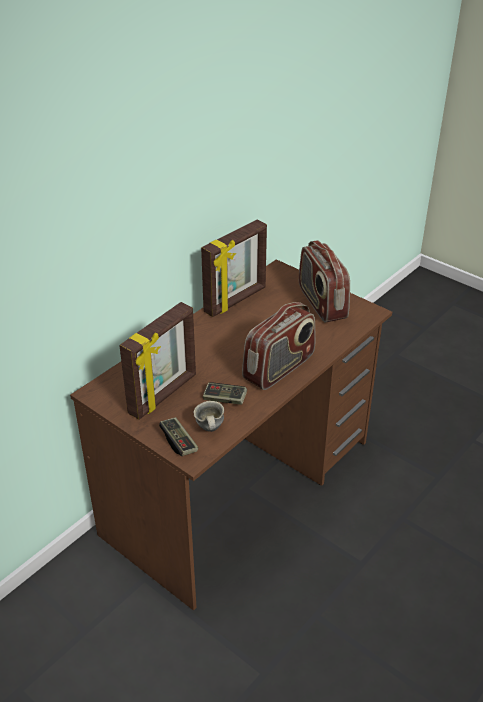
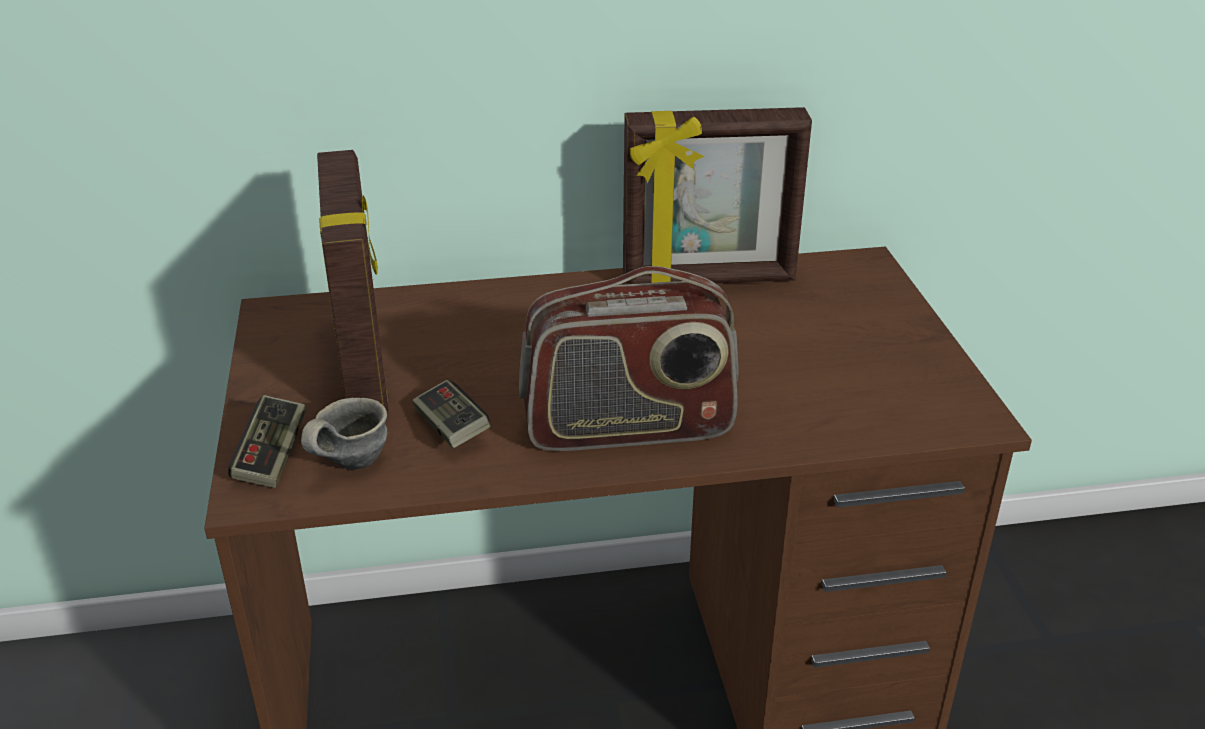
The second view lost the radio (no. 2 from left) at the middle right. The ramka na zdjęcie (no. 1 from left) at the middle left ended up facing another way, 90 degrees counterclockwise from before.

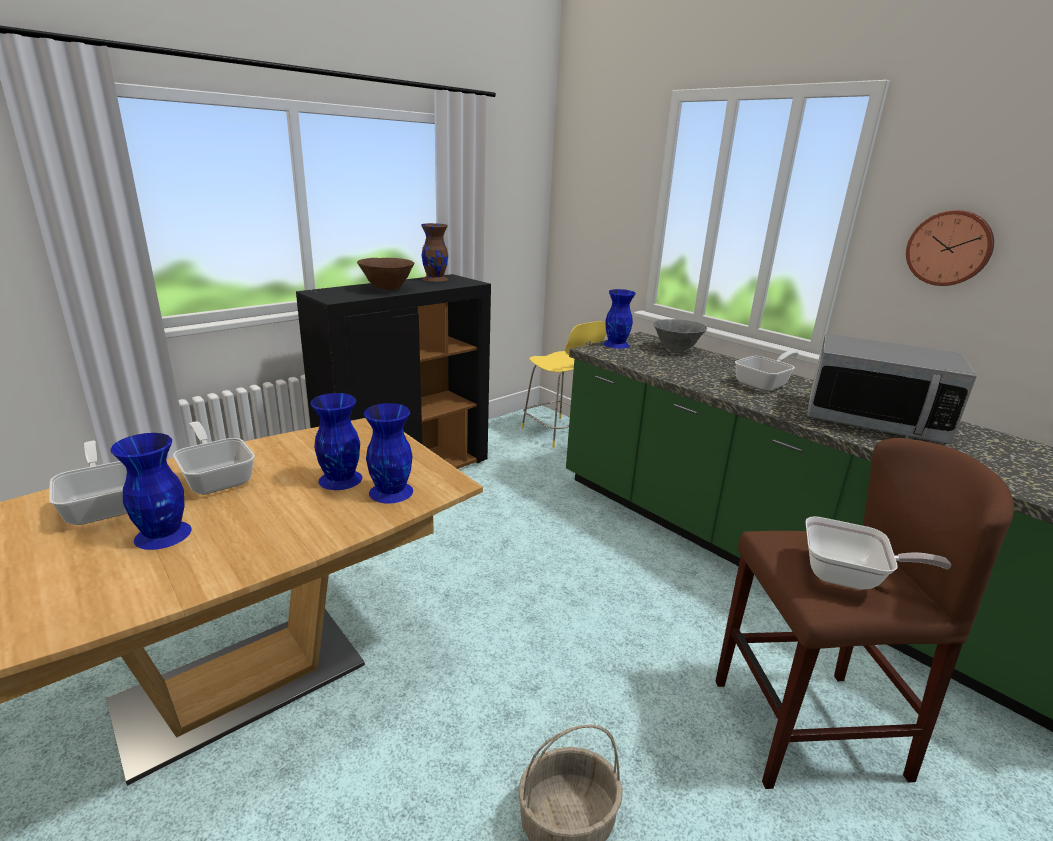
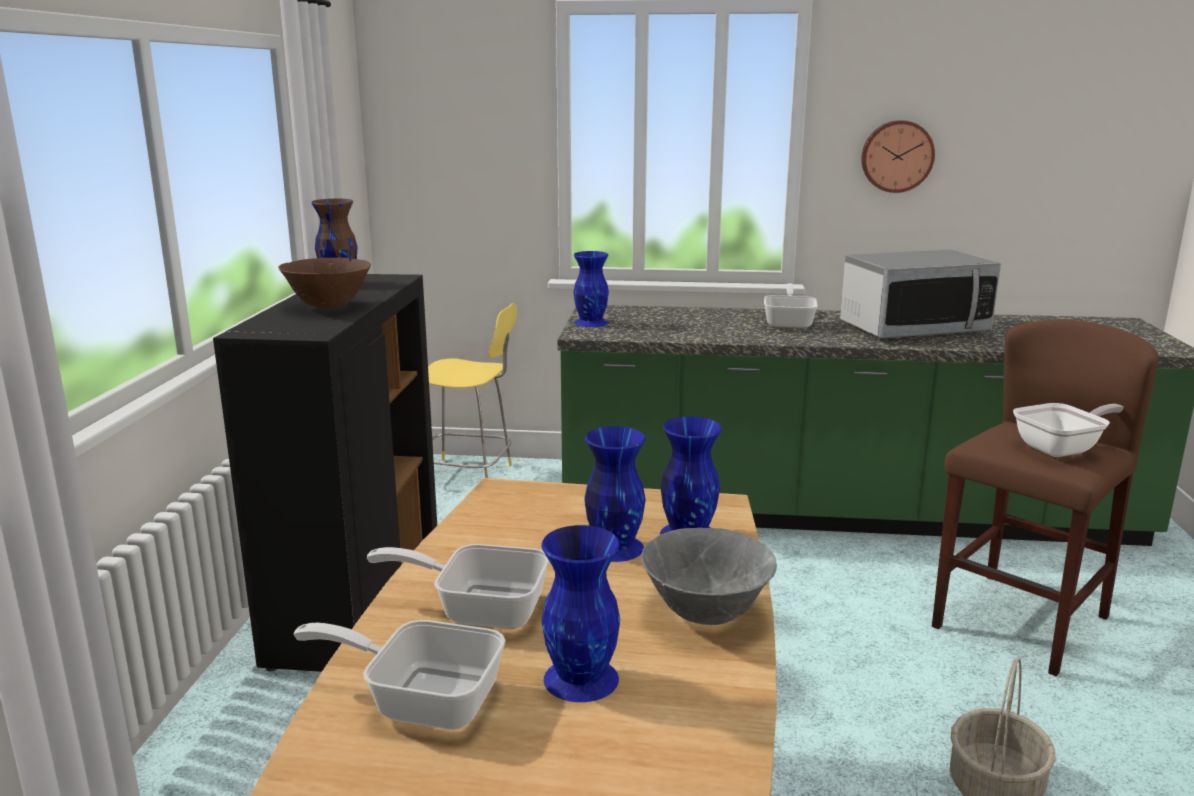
The miska/szary ended up elsewhere, having gone from the centre to the bottom centre.

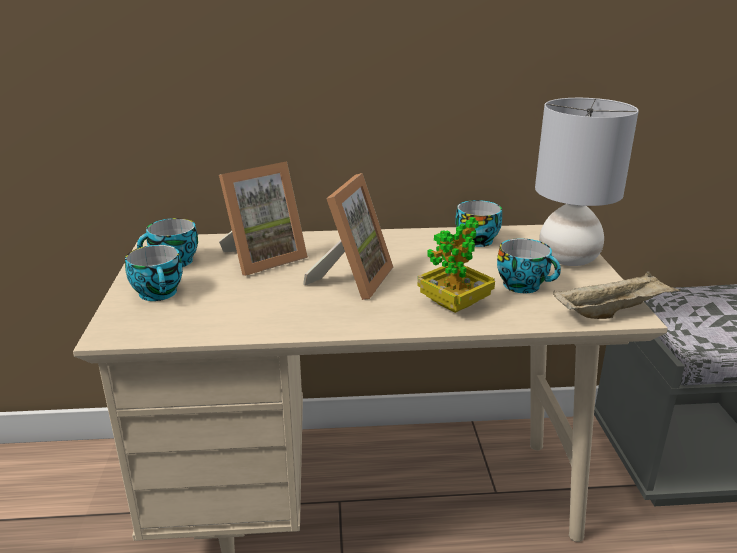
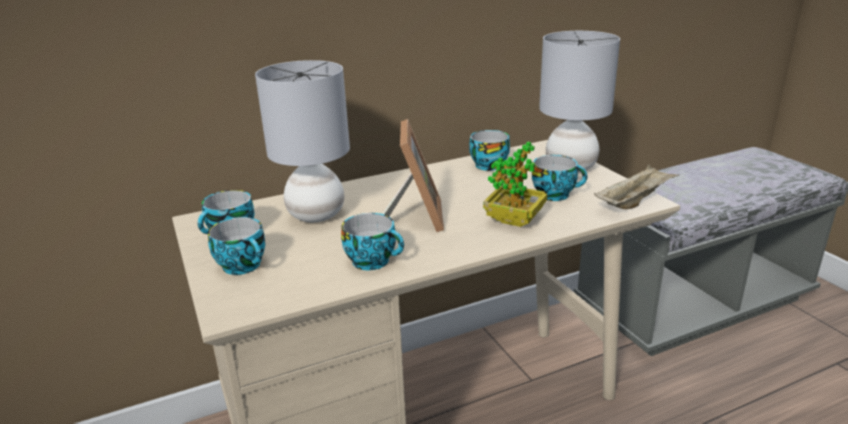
The second view gained the filiżanka (no. 3 from left) at the centre. Where the ramka na zdjęcie (no. 1 from left) stood at the centre, the lampa stołowa/szary (no. 1 from left) came to stand at the top centre.

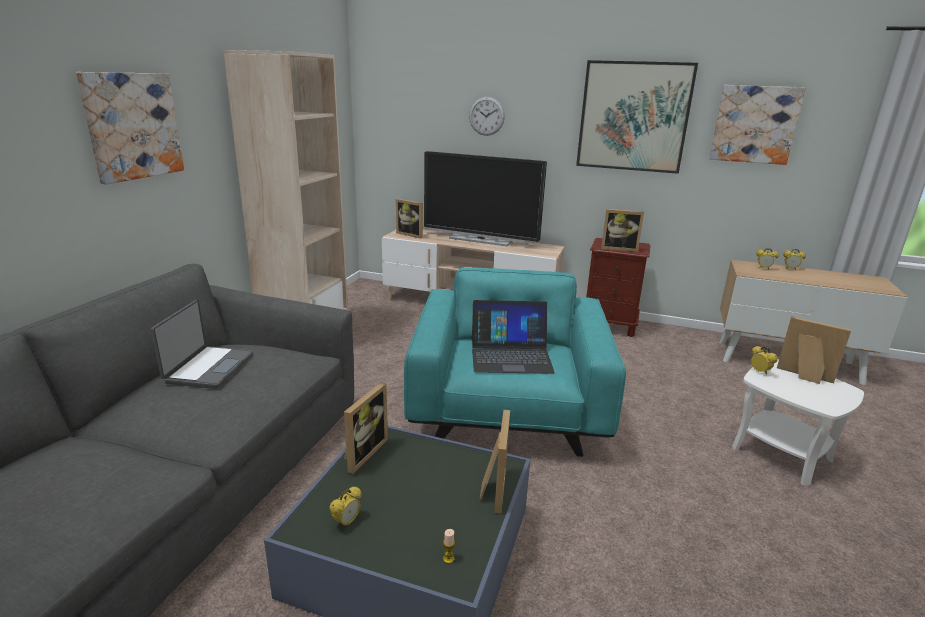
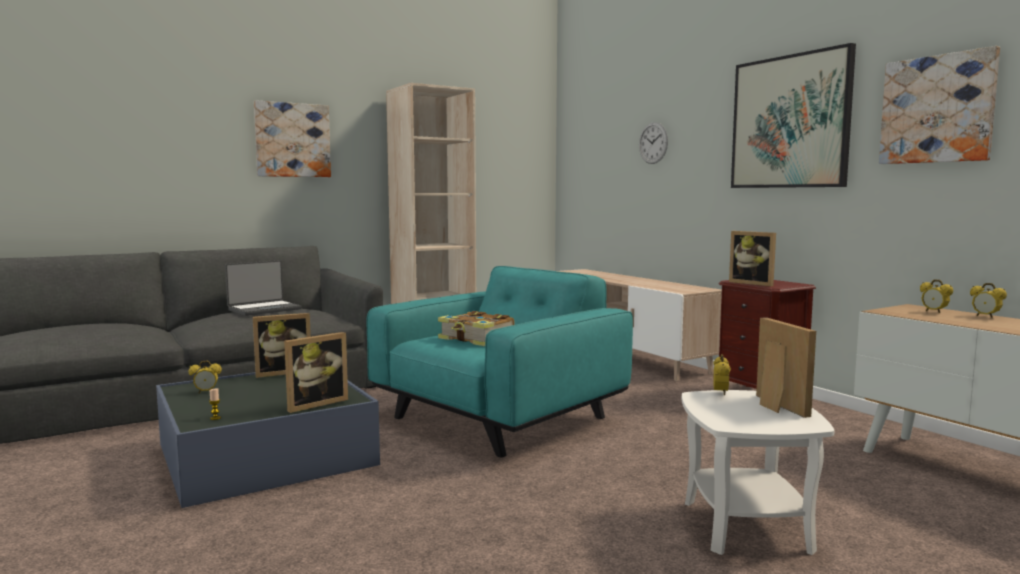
The second view lost the ramka na zdjęcie (no. 2 from left) at the centre. The second view lost the telewizor at the top centre. Where the laptop (no. 2 from left) stood at the centre, the książka came to stand at the centre.

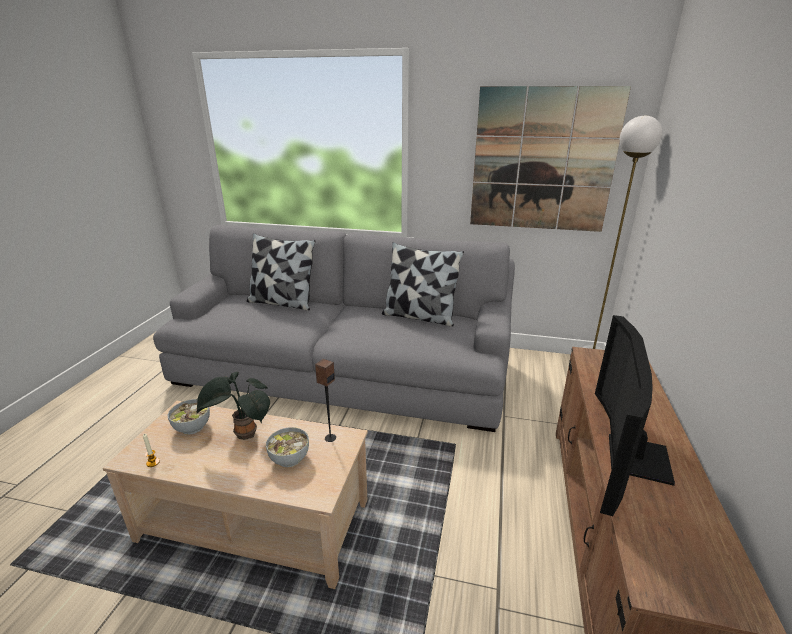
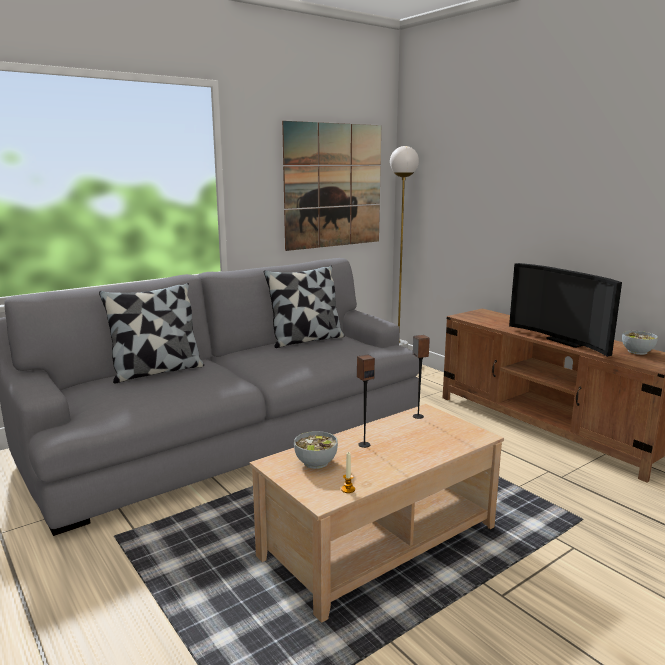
The miska (no. 2 from left) ended up elsewhere, having gone from the bottom centre to the middle right. Where the roślina doniczkowa stood at the middle left, the głośnik (no. 1 from left) came to stand at the centre.

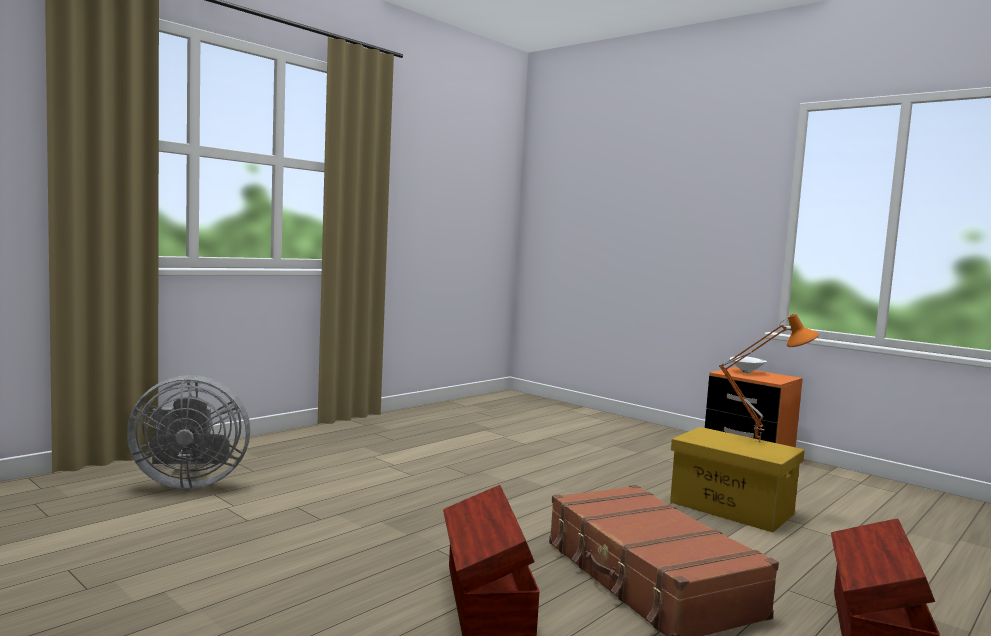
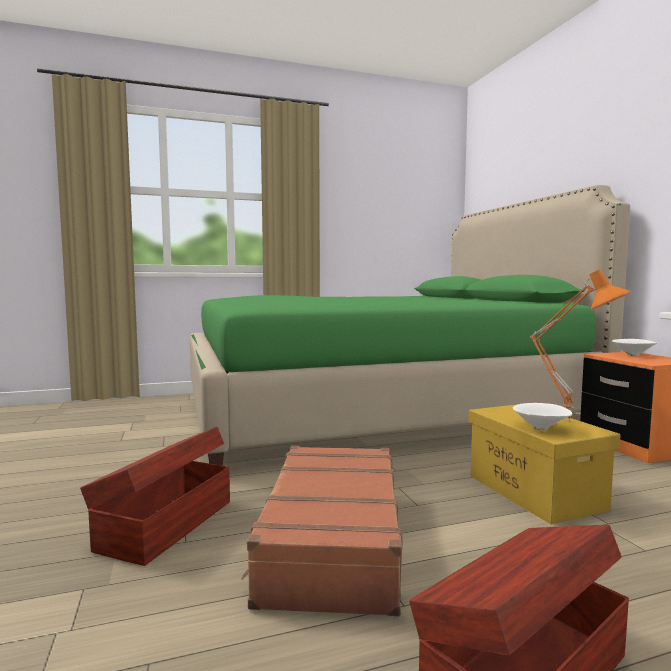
The second view lost the wentylator/szary at the bottom left. The second view gained the łóżko/zielony at the centre. The second view gained the miska/biały (no. 1 from left) at the middle right.

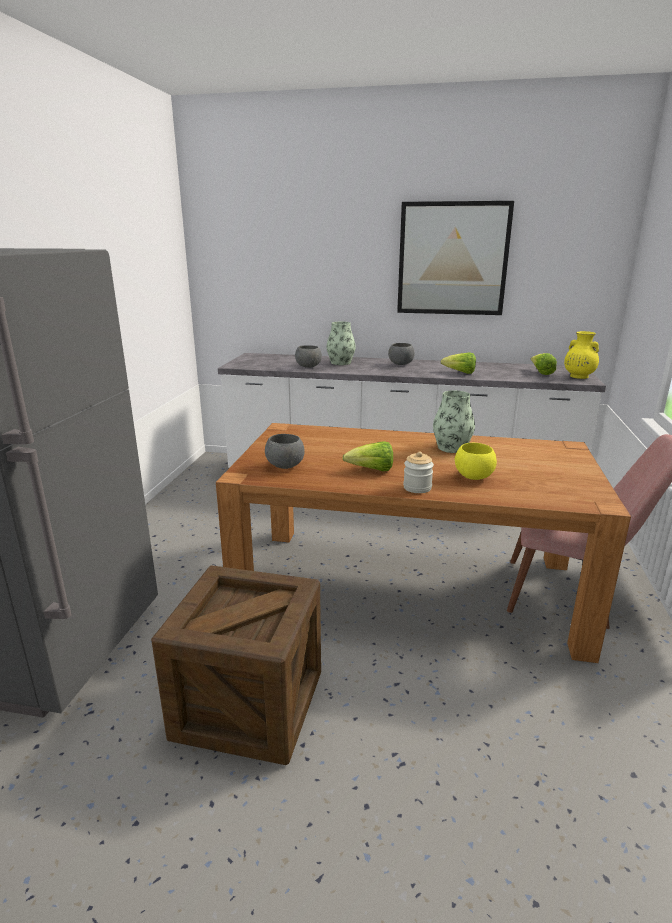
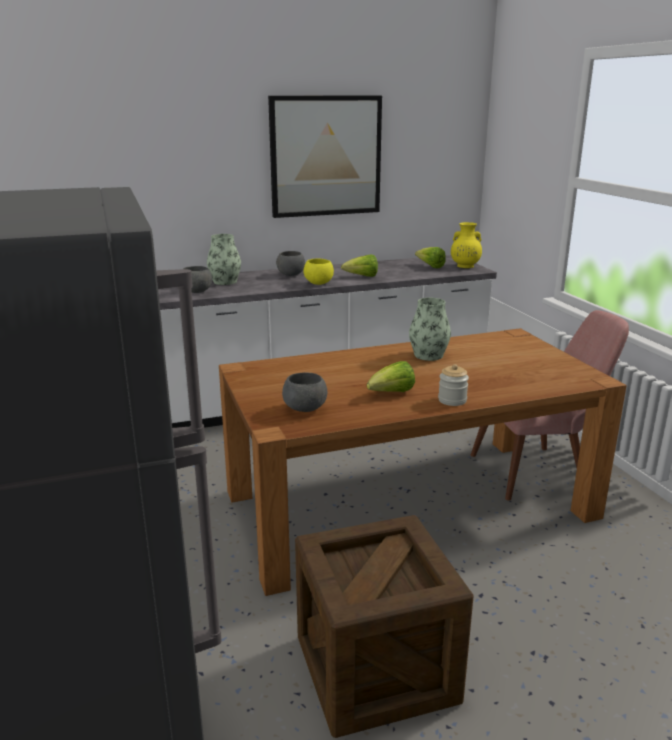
The miska/żółty ended up elsewhere, having gone from the middle right to the centre.

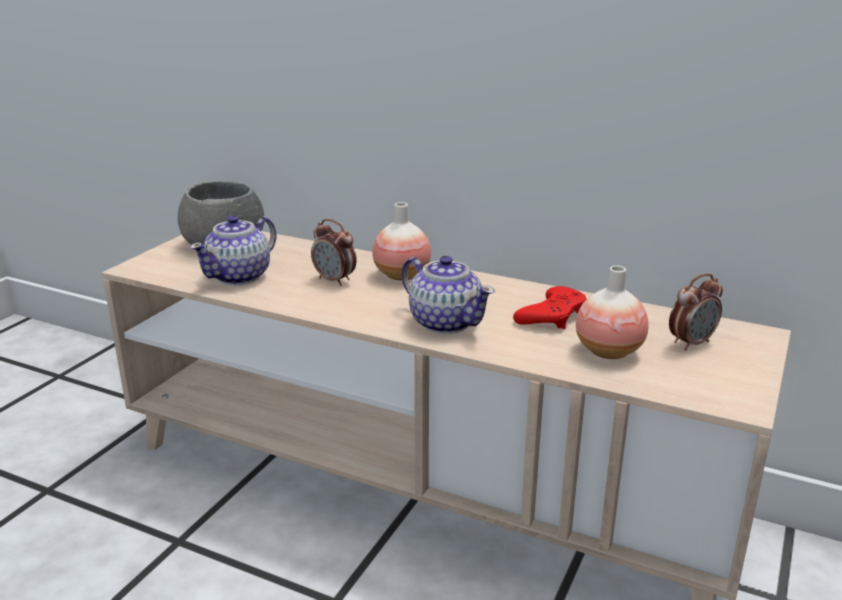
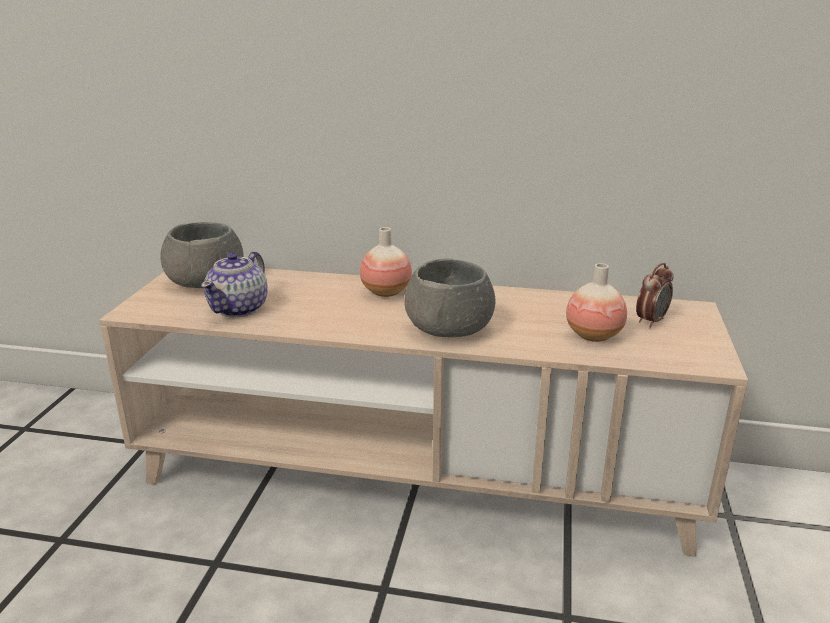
The second view lost the budzik (no. 1 from left) at the centre. The second view lost the pad do gier/czerwony at the centre. Where the imbryk (no. 2 from left) stood at the centre, the miska/szary (no. 2 from left) came to stand at the centre.

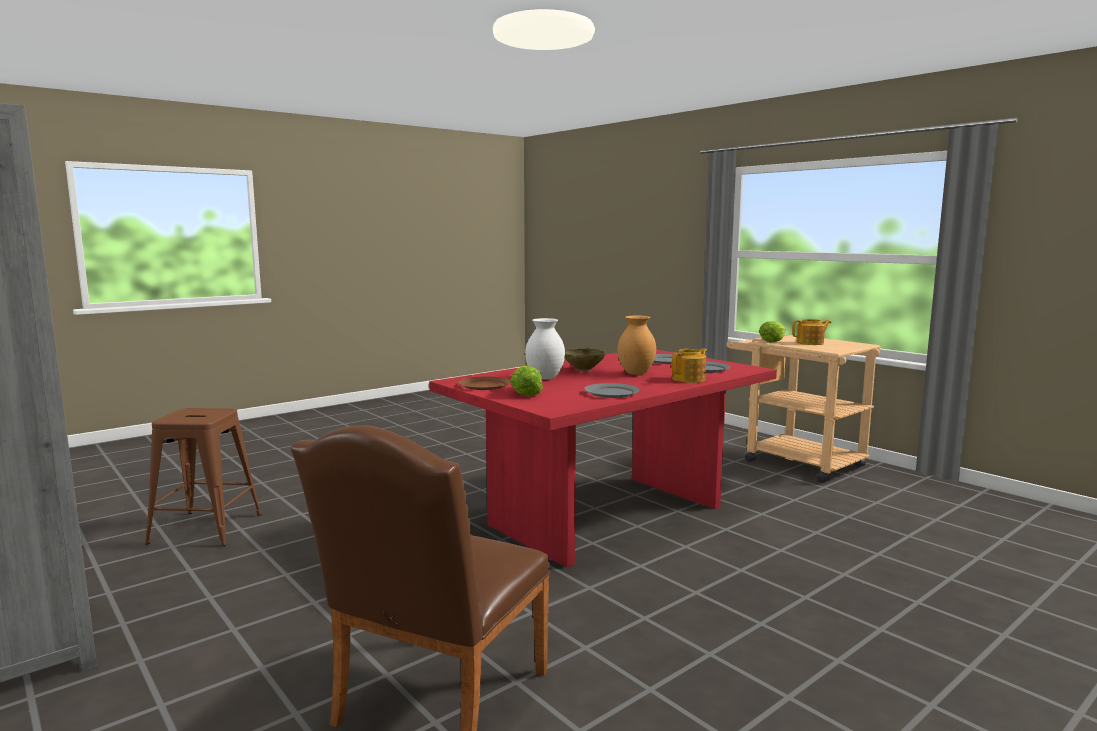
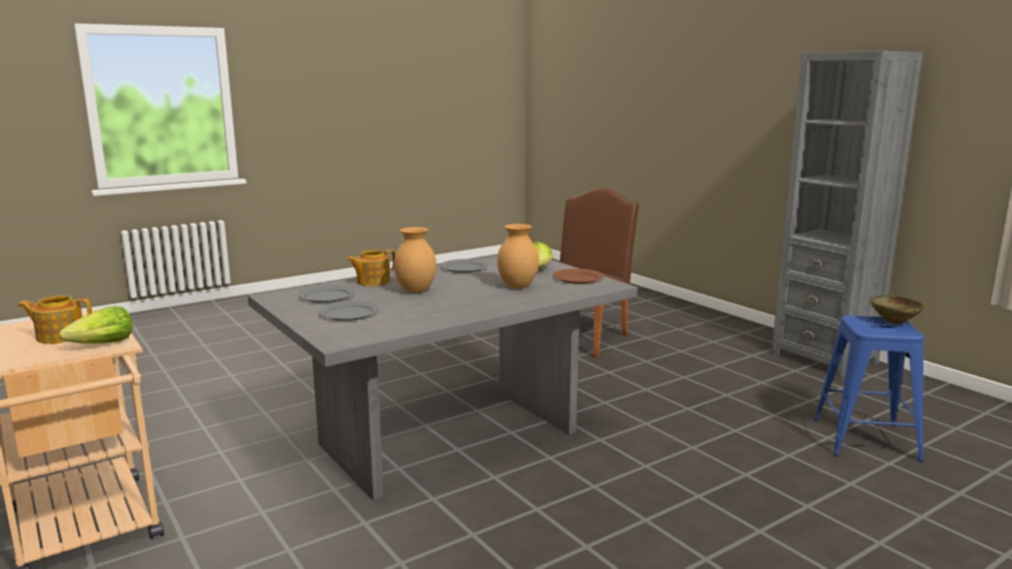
The miska/beżowy ended up elsewhere, having gone from the centre to the middle right. What was the stołek/brązowy at the middle left turned into the stołek/niebieski at the bottom right. What was the stół jadalny/czerwony at the centre turned into the stół jadalny/szary at the centre. What was the wazon/biały at the centre turned into the wazon/brązowy (no. 2 from left) at the centre.

